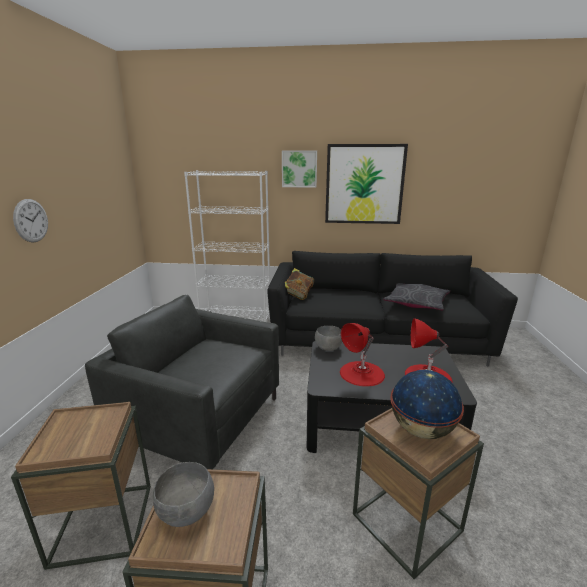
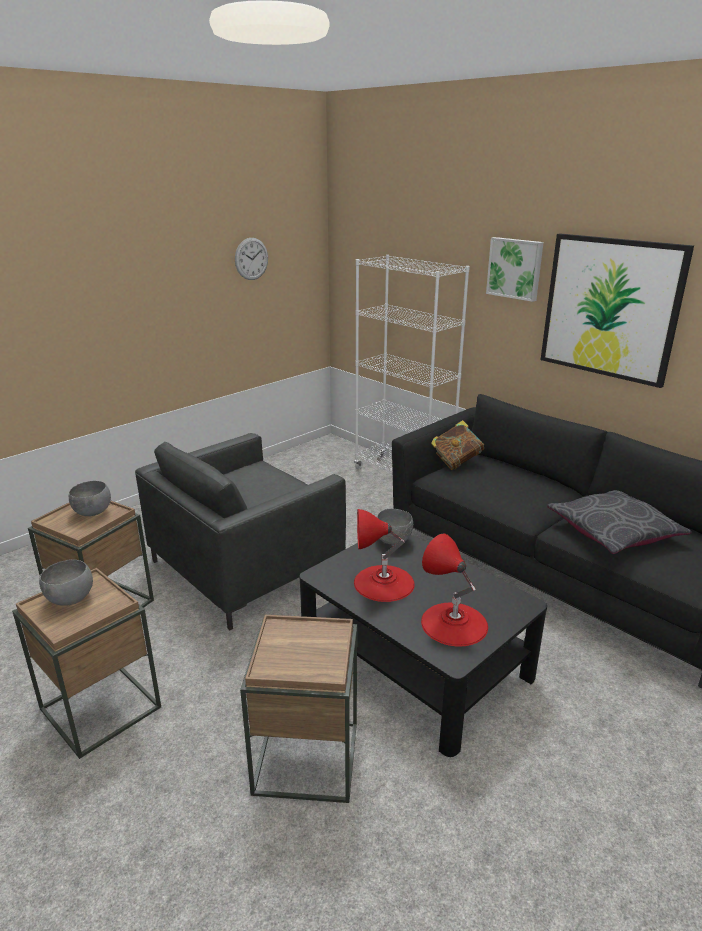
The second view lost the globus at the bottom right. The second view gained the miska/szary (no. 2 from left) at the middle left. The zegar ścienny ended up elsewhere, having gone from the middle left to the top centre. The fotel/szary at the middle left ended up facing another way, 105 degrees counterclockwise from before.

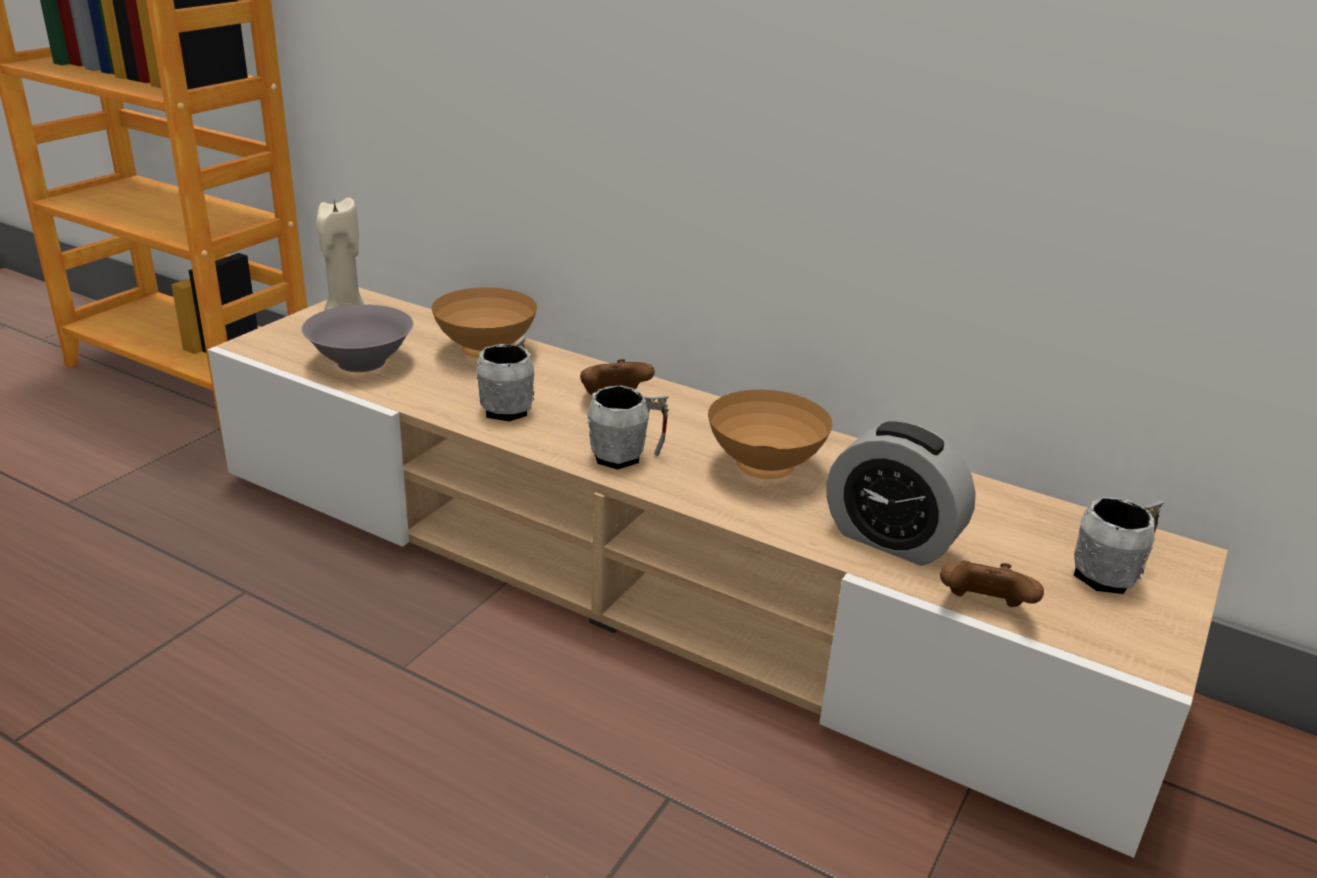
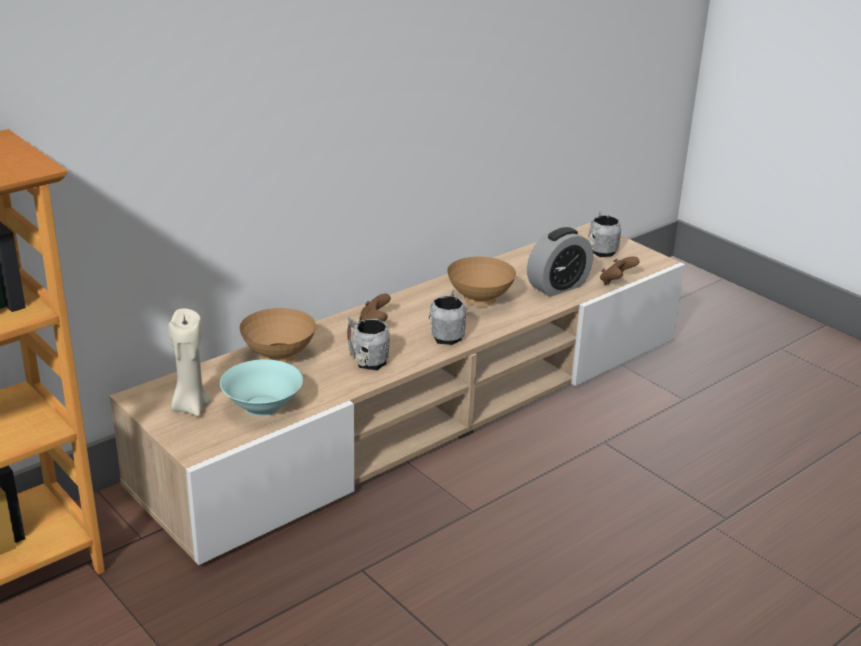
What was the miska/szary at the middle left turned into the miska/turkusowy at the middle left.

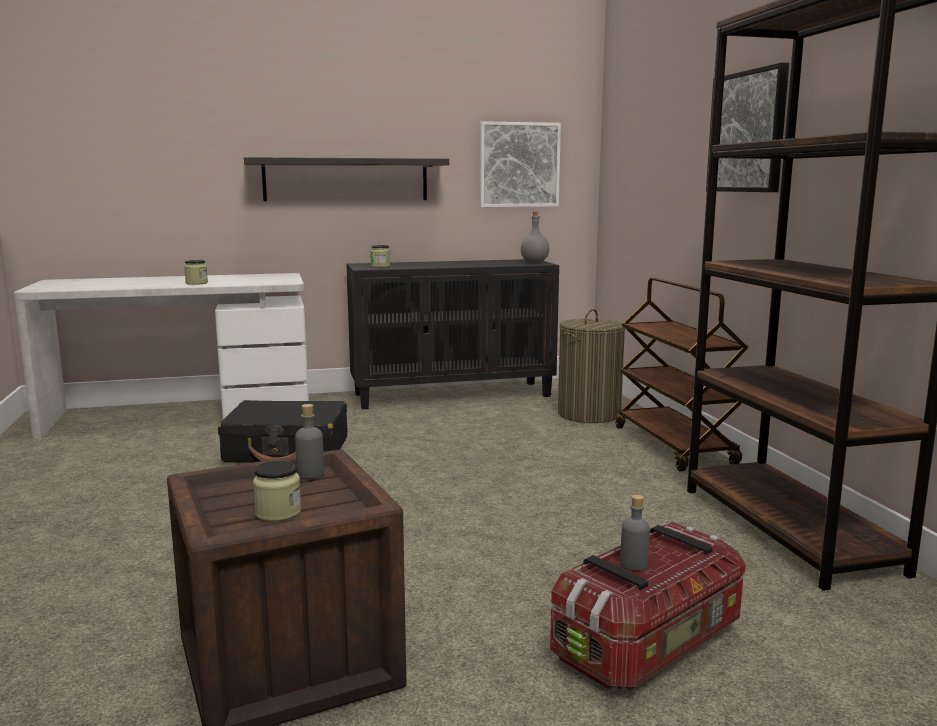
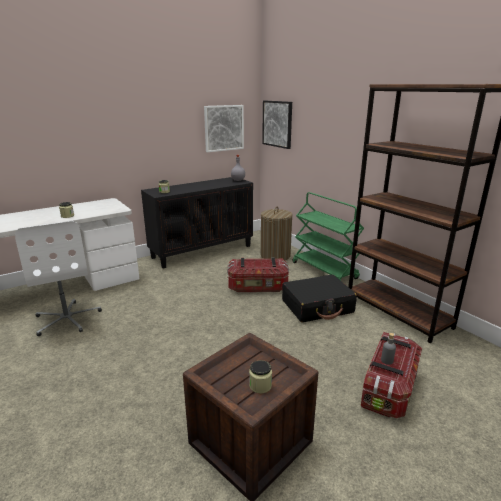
The second view lost the półka at the top centre. The second view lost the butelka/szary (no. 1 from left) at the middle left. The second view gained the krzesło biurowe/biały at the middle left. The second view gained the pojemnik do przechowywania (no. 1 from left) at the centre. The walizka/czarny ended up elsewhere, having gone from the middle left to the centre. The obraz (no. 2 from left) ended up elsewhere, having gone from the top right to the top centre. What was the wózek/brązowy at the middle right turned into the wózek/zielony at the centre.

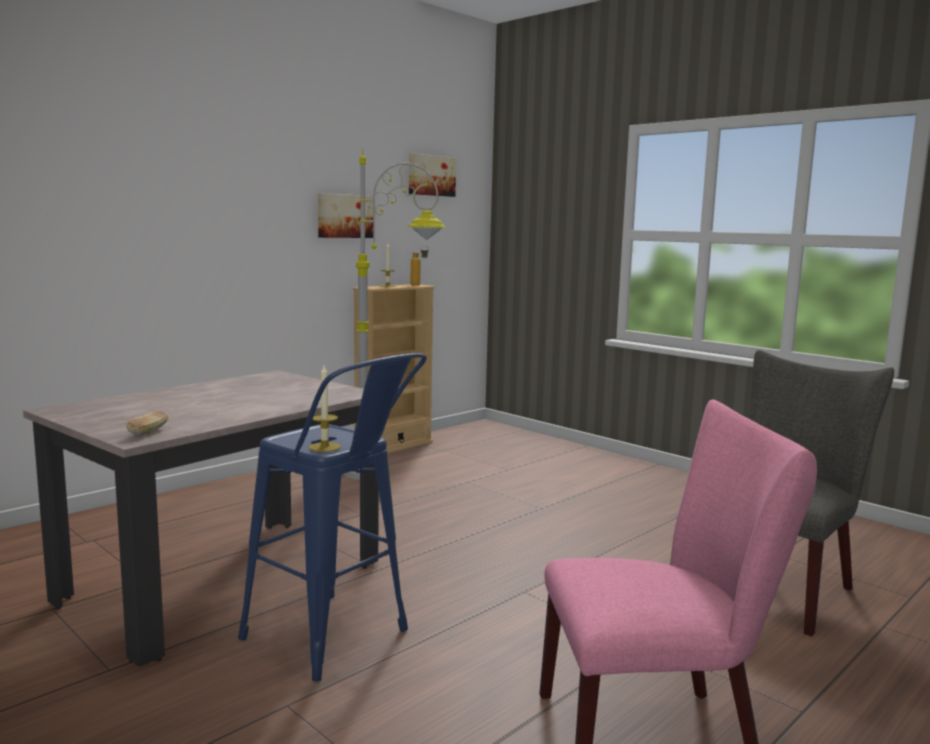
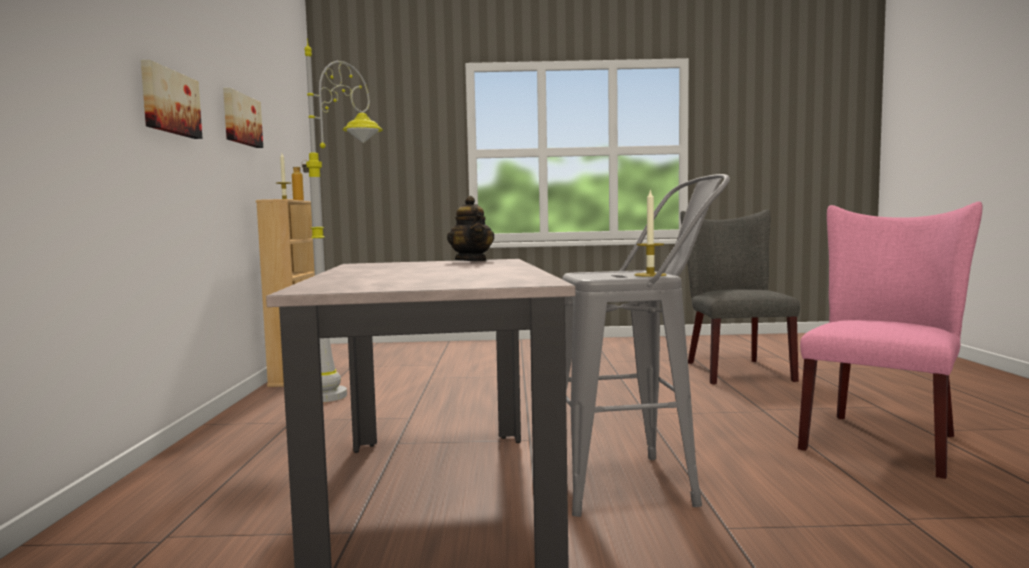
The second view lost the chleb at the middle left. The second view gained the imbryk at the centre. The obraz (no. 2 from left in the first image) ended up elsewhere, having gone from the top centre to the top left. What was the stołek/niebieski at the bottom centre turned into the stołek/szary at the centre.

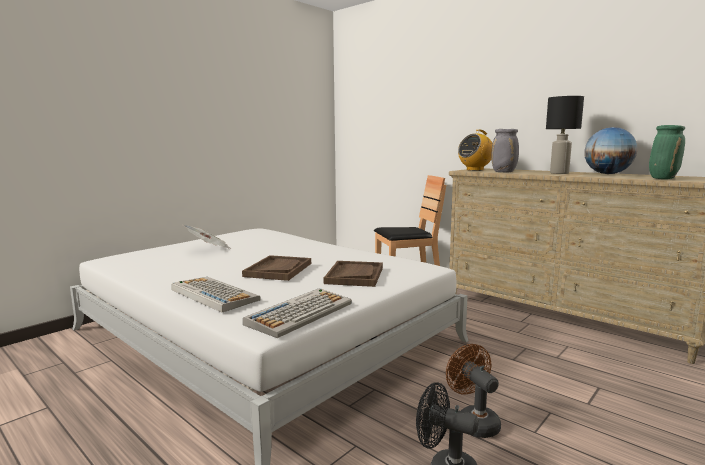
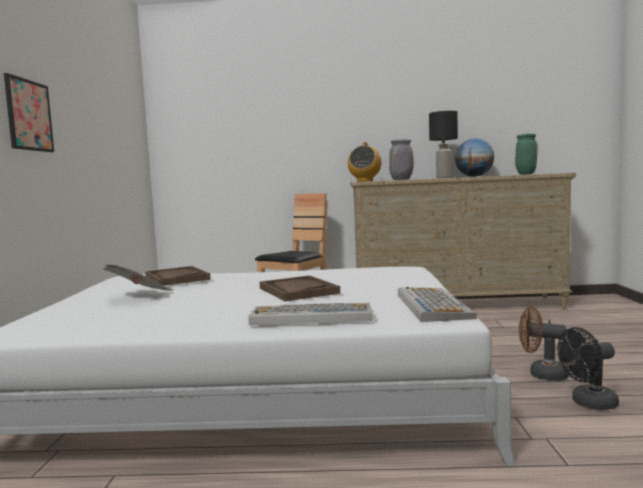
The second view gained the obraz at the top left. The taca/brązowy (no. 2 from left in the first image) ended up elsewhere, having gone from the centre to the middle left.

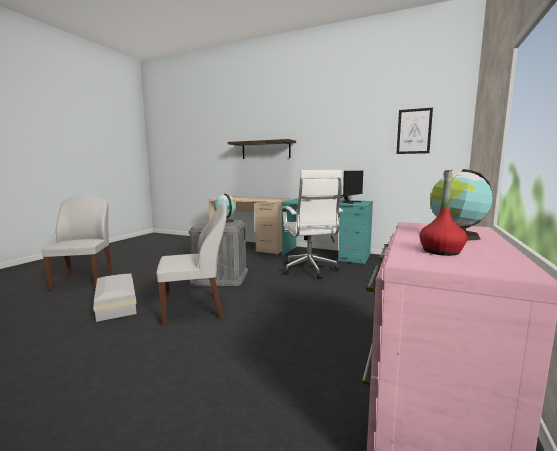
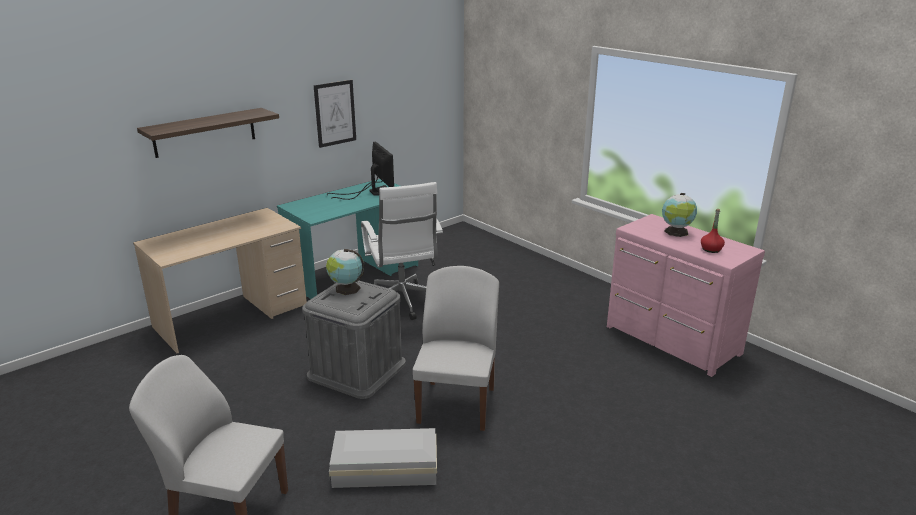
The obraz ended up elsewhere, having gone from the top right to the top centre. The krzesło biurowe/biały at the centre ended up facing another way, 60 degrees clockwise from before.

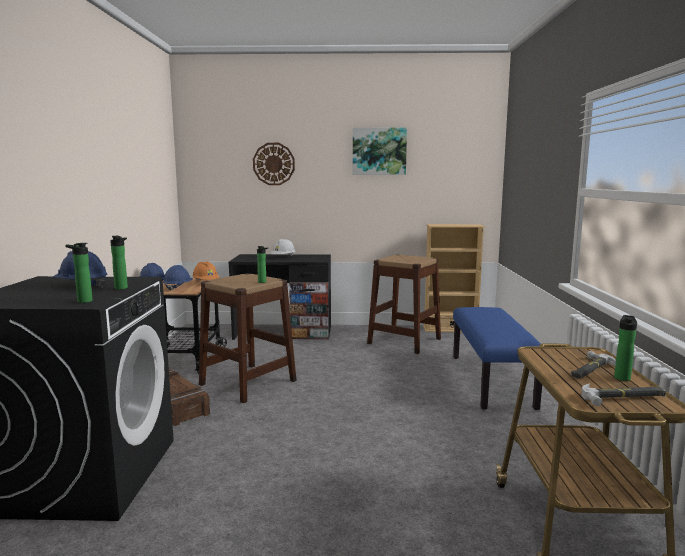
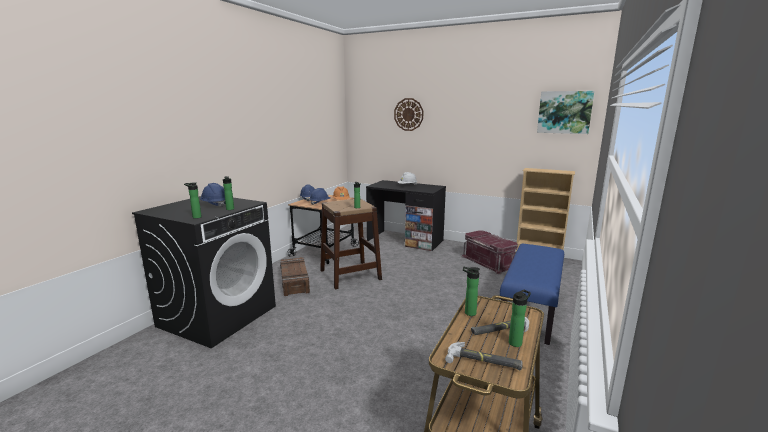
The second view gained the butelka (no. 4 from left) at the bottom centre. The obraz ended up elsewhere, having gone from the top centre to the top right. Where the stołek/brązowy (no. 2 from left) stood at the centre, the pojemnik do przechowywania/czerwony came to stand at the centre.

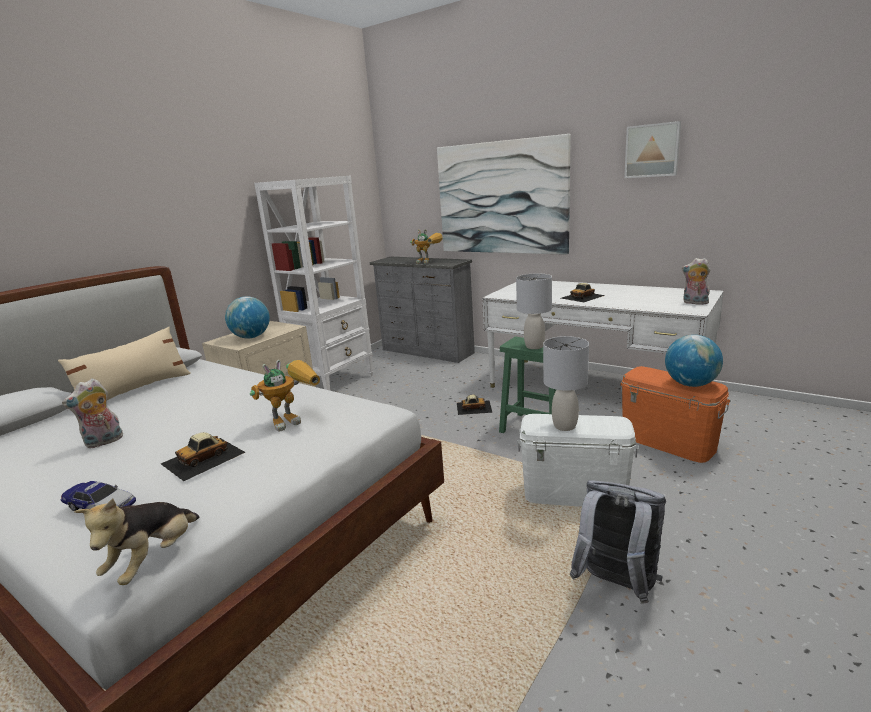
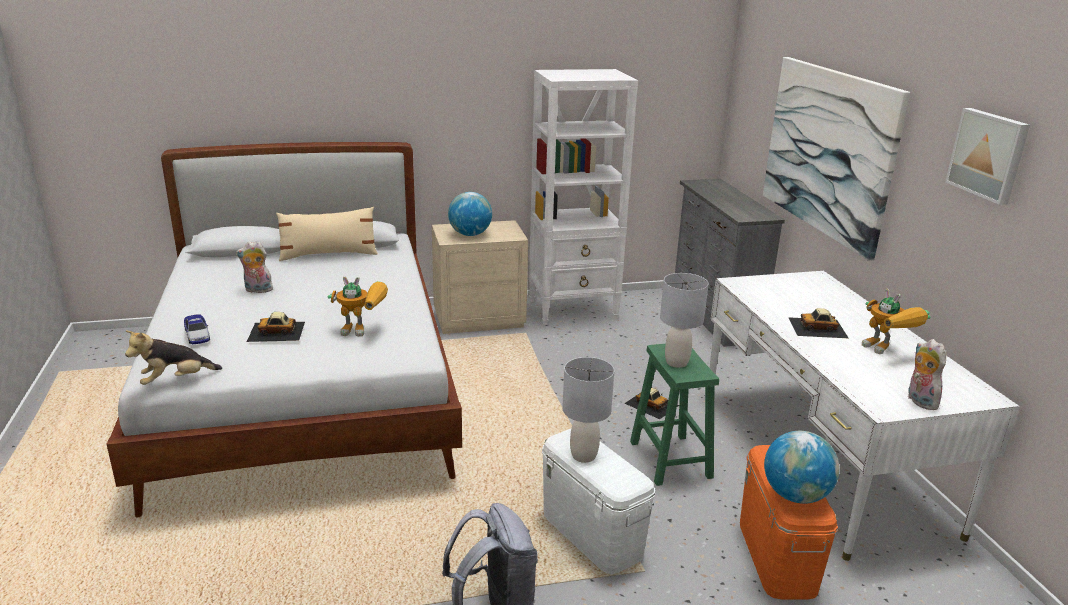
The robot zabawkowy (no. 2 from left) ended up elsewhere, having gone from the centre to the middle right.

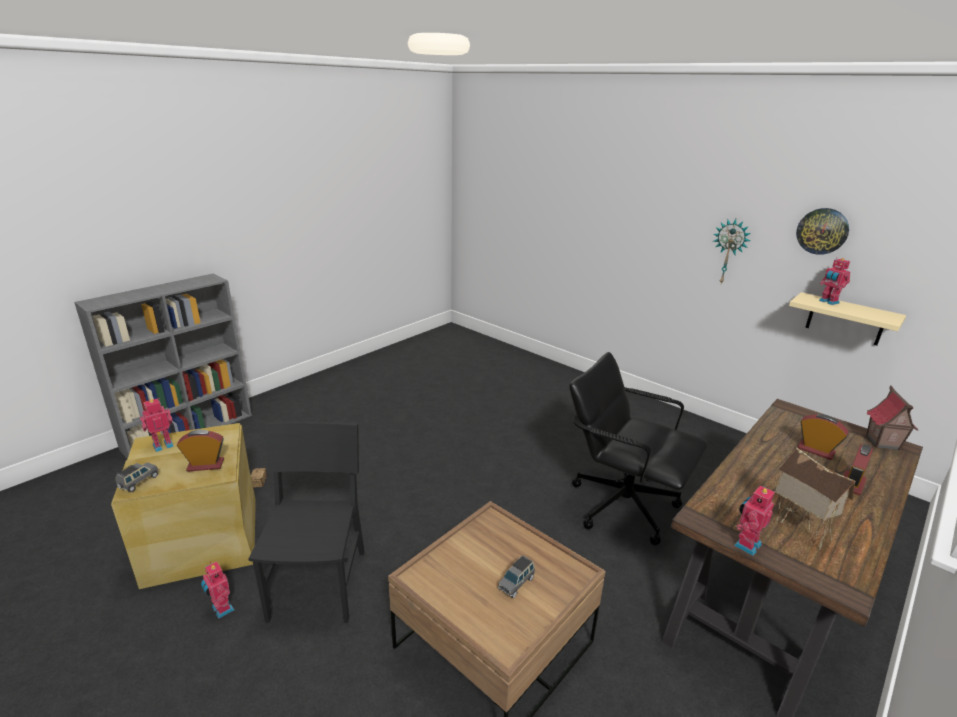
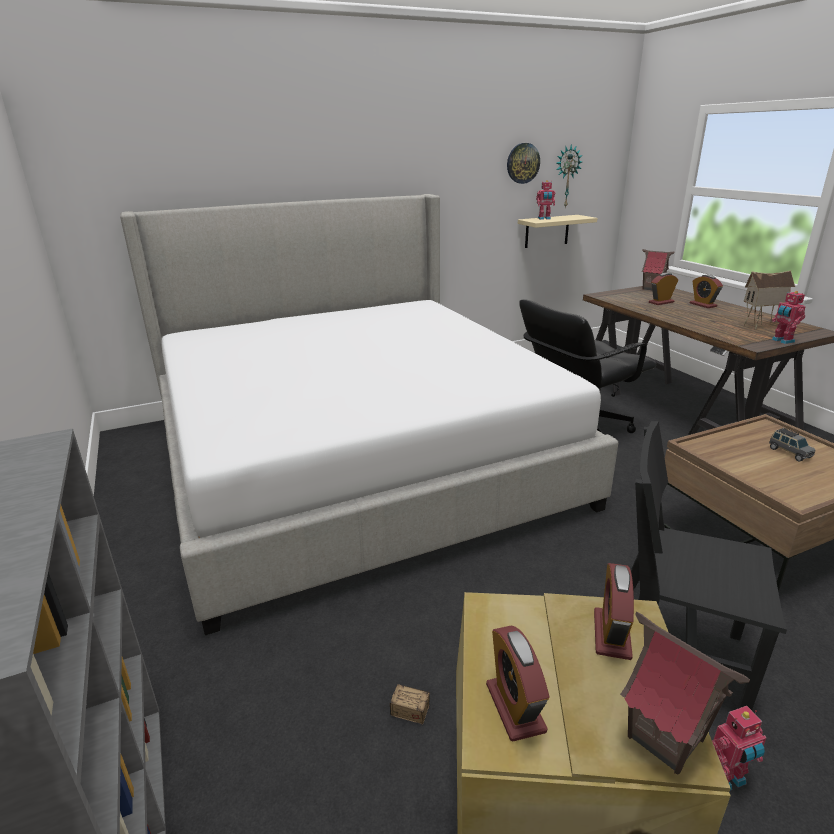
The second view gained the łóżko at the centre. The zegar ścienny (no. 1 from left in the first image) ended up elsewhere, having gone from the middle right to the top right. Where the samochodzik/szary (no. 1 from left) stood at the middle left, the domek (no. 2 from left) came to stand at the bottom right. Where the robot zabawkowy (no. 1 from left) stood at the middle left, the budzik (no. 1 from left) came to stand at the bottom centre.

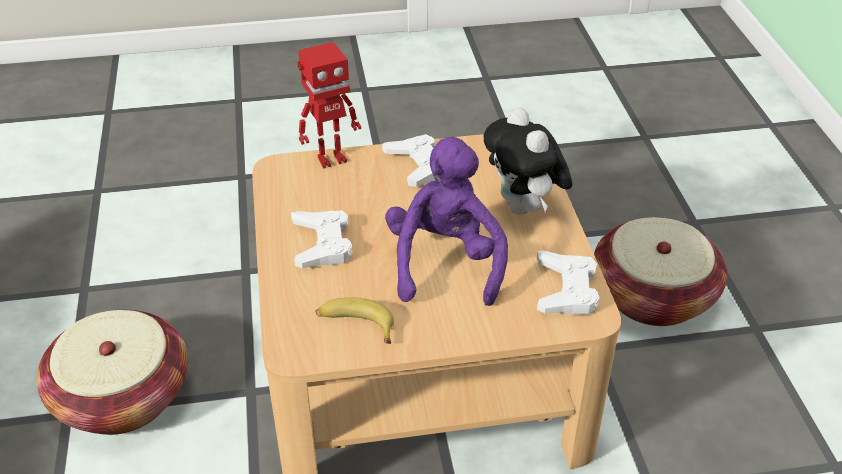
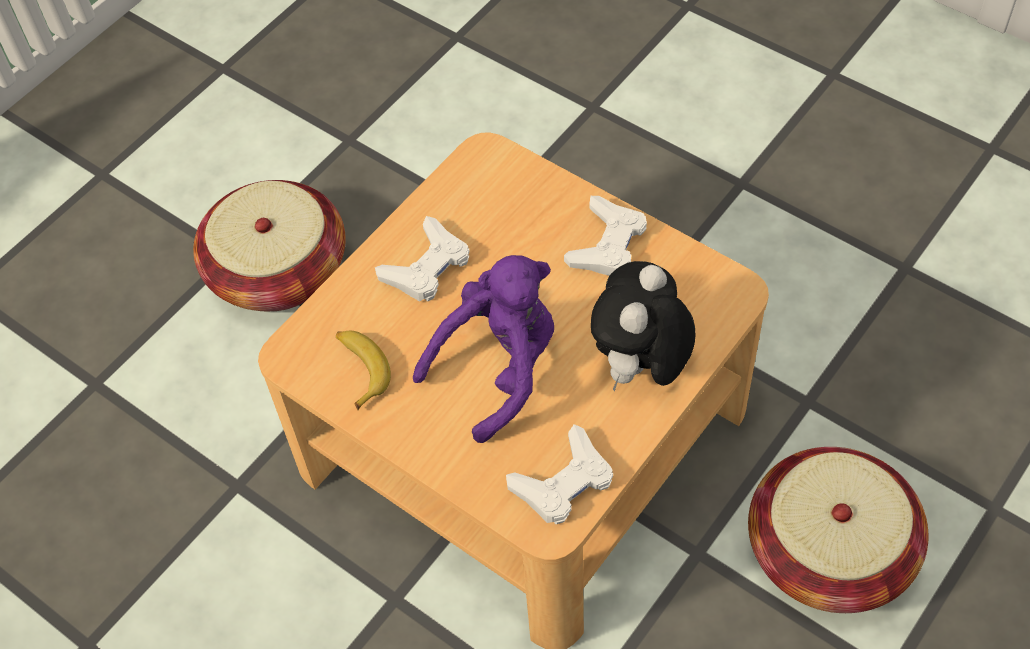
The second view lost the robot zabawkowy at the top centre.

